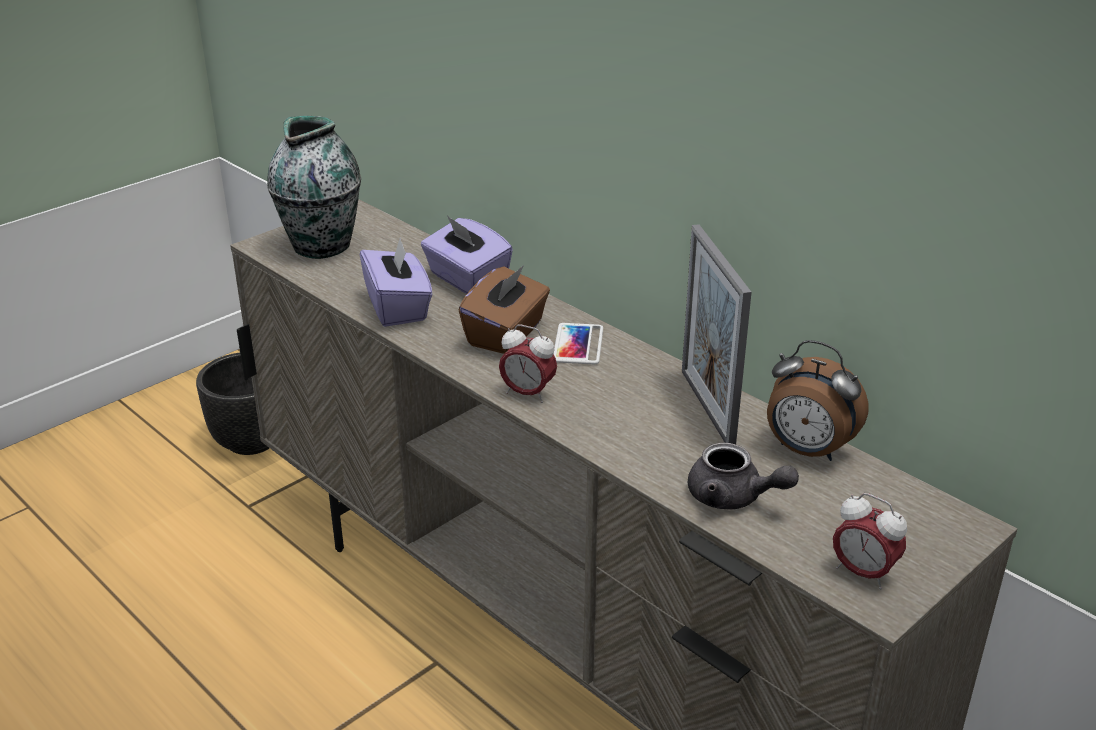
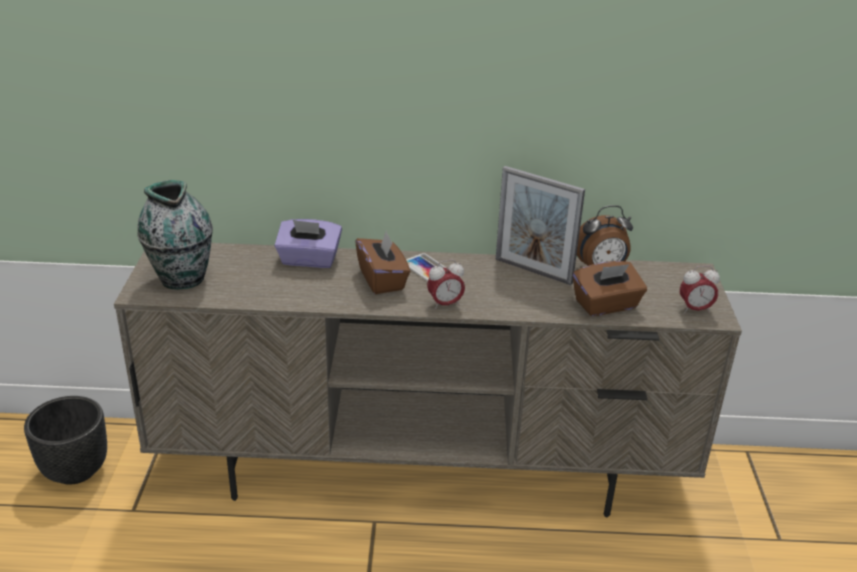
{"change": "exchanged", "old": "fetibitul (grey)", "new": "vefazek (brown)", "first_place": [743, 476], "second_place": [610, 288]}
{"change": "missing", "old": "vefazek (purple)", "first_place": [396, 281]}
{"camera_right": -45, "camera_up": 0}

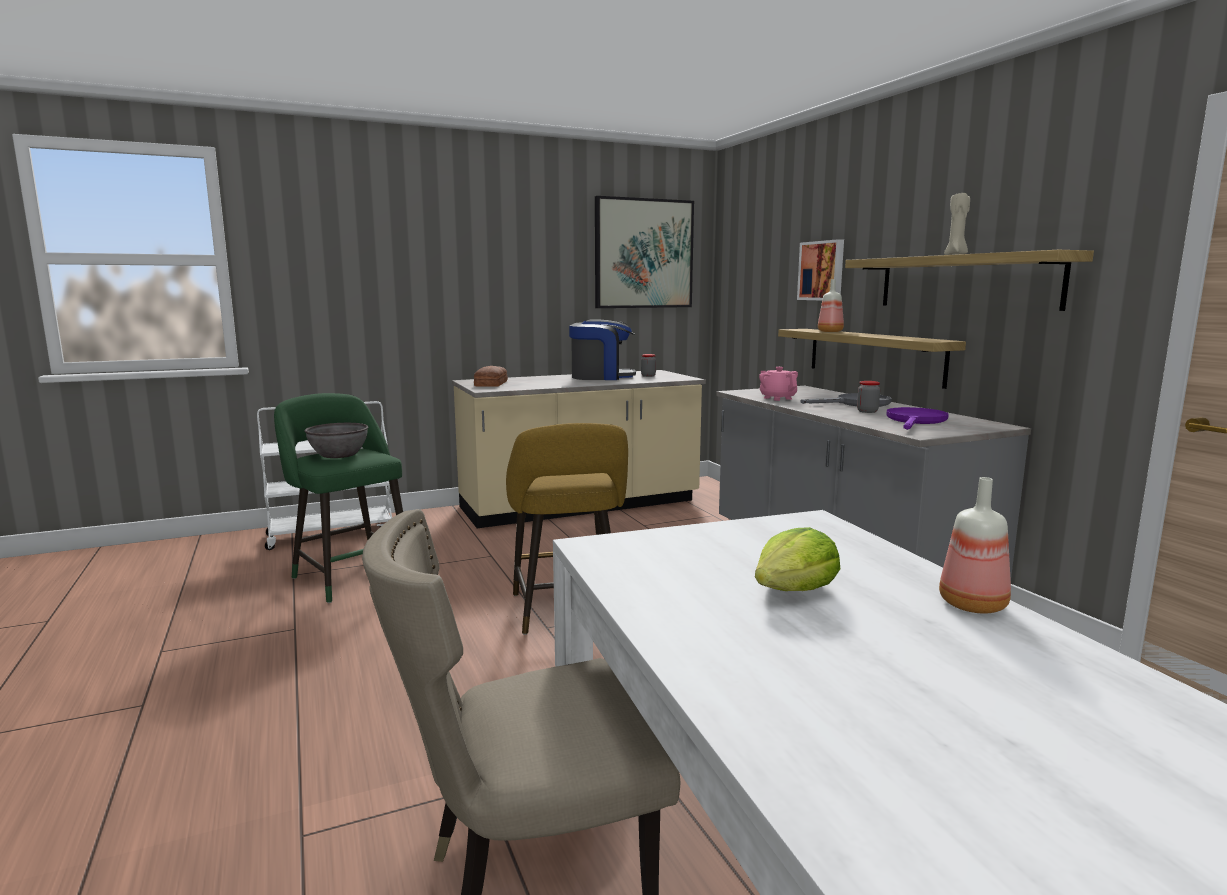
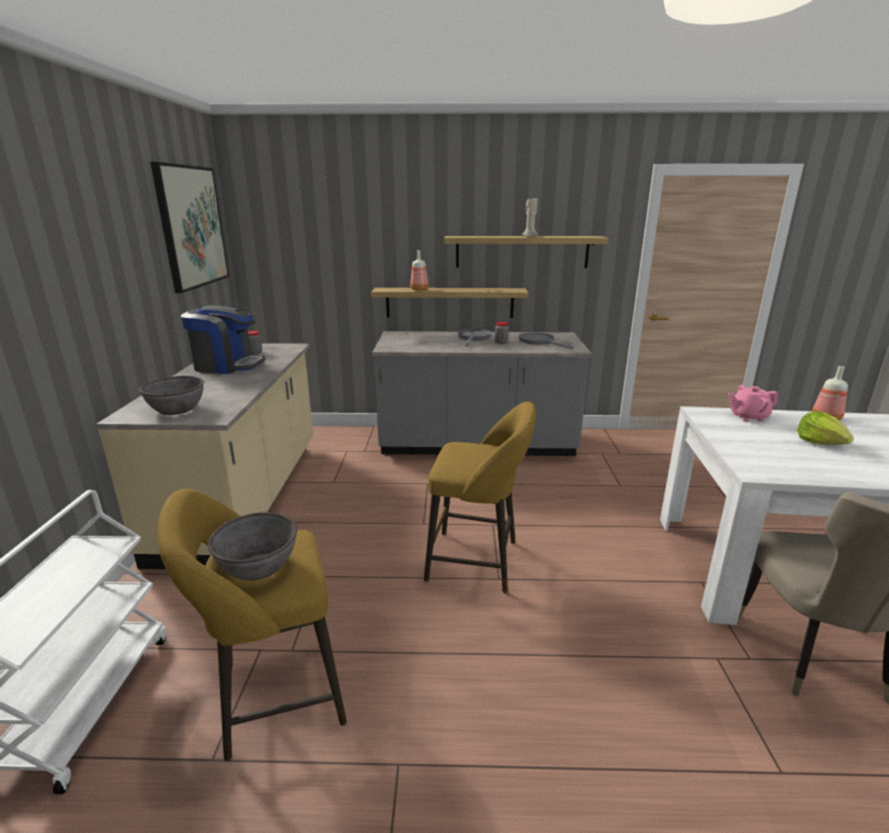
{"change": "exchanged", "old": "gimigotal", "new": "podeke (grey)", "first_place": [491, 376], "second_place": [171, 395]}
{"change": "colour", "old": "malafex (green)", "new": "malafex (yellow)", "first_place": [338, 498], "second_place": [252, 625]}
{"change": "spun", "old": "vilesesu", "first_place": [602, 349], "second_place": [223, 340], "degrees": 75}
{"change": "colour", "old": "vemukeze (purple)", "new": "vemukeze (grey)", "first_place": [918, 418], "second_place": [546, 340]}
{"change": "relocated", "old": "fetibitul (pink)", "first_place": [778, 384], "second_place": [753, 403]}
{"change": "missing", "old": "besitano", "first_place": [820, 270]}
{"camera_right": -65, "camera_up": 10}

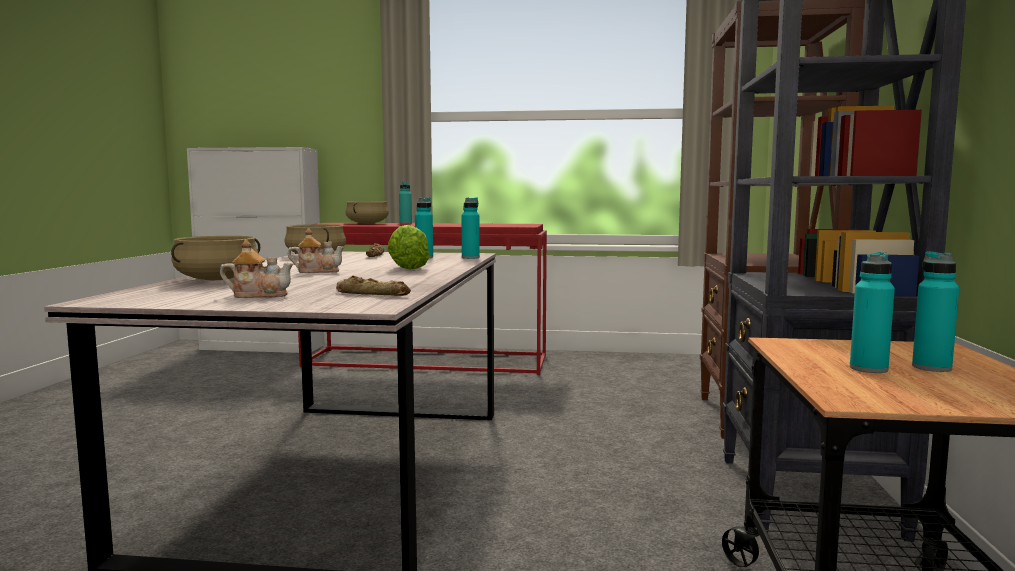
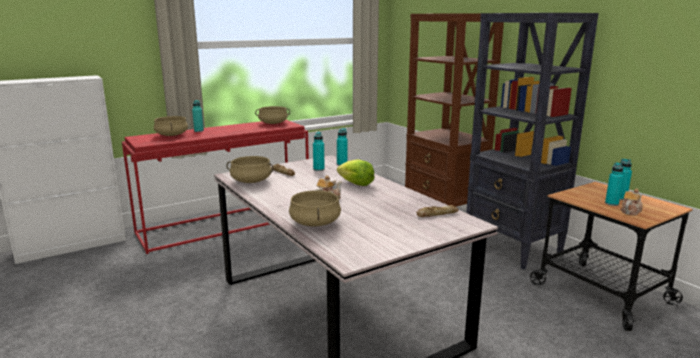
{"change": "appeared", "new": "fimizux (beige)", "second_place": [272, 115]}
{"change": "relocated", "old": "fetibitul", "first_place": [257, 269], "second_place": [631, 202]}
{"camera_right": -40, "camera_up": 10}

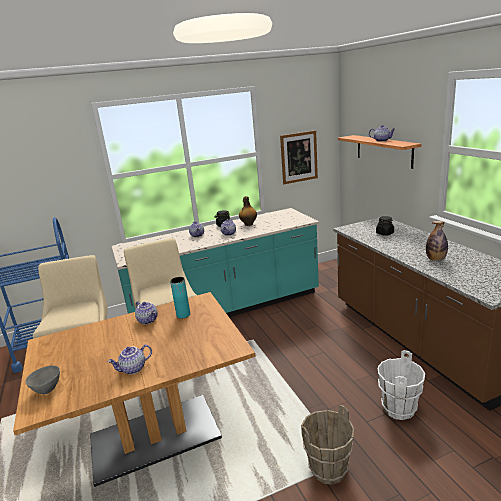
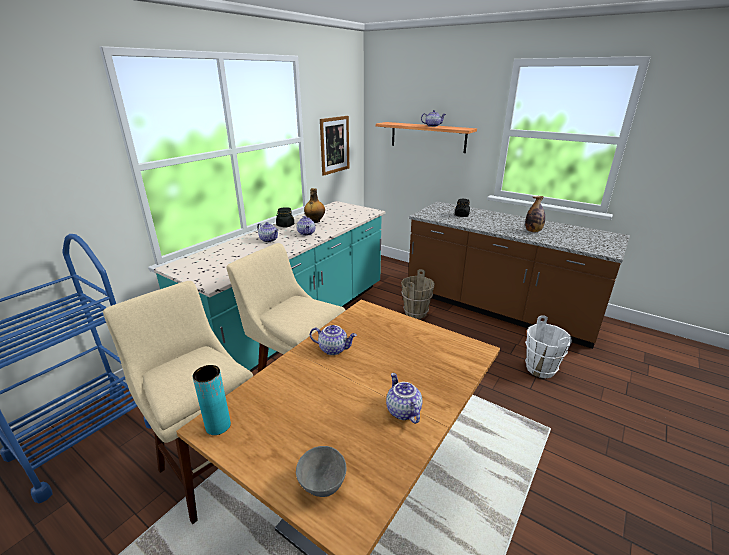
{"change": "relocated", "old": "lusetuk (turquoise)", "first_place": [180, 298], "second_place": [212, 400]}
{"change": "spun", "old": "fetibitul", "first_place": [130, 359], "second_place": [404, 398], "degrees": 135}
{"change": "relocated", "old": "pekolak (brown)", "first_place": [327, 445], "second_place": [418, 294]}
{"camera_right": -35, "camera_up": 5}

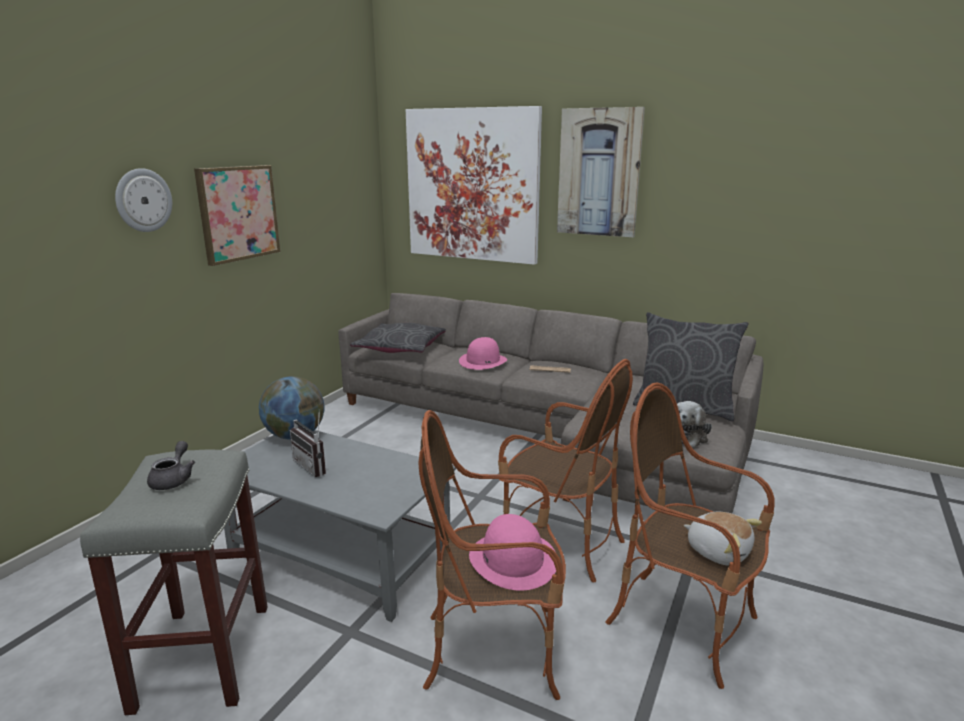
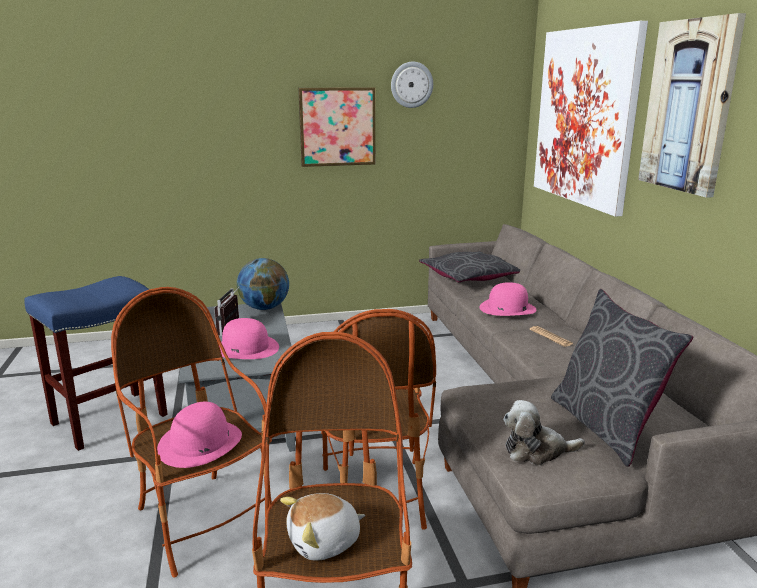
{"change": "colour", "old": "malafex (grey)", "new": "malafex (blue)", "first_place": [174, 582], "second_place": [96, 363]}
{"change": "appeared", "new": "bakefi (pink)", "second_place": [249, 338]}
{"change": "spun", "old": "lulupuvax", "first_place": [723, 539], "second_place": [322, 527], "degrees": 60}
{"change": "relocated", "old": "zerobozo", "first_place": [143, 200], "second_place": [412, 85]}
{"change": "missing", "old": "fetibitul (grey)", "first_place": [171, 465]}
{"camera_right": 50, "camera_up": 0}

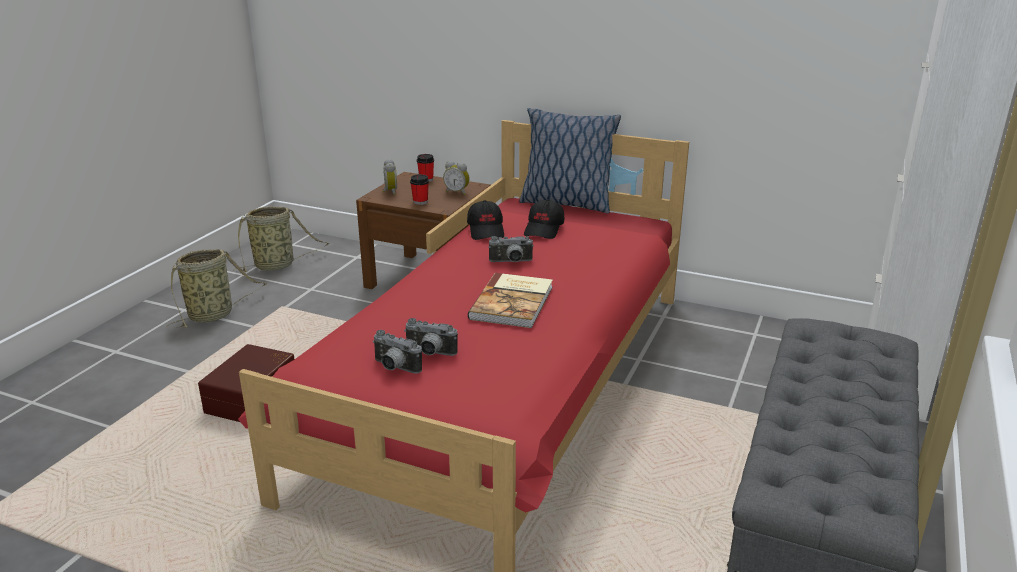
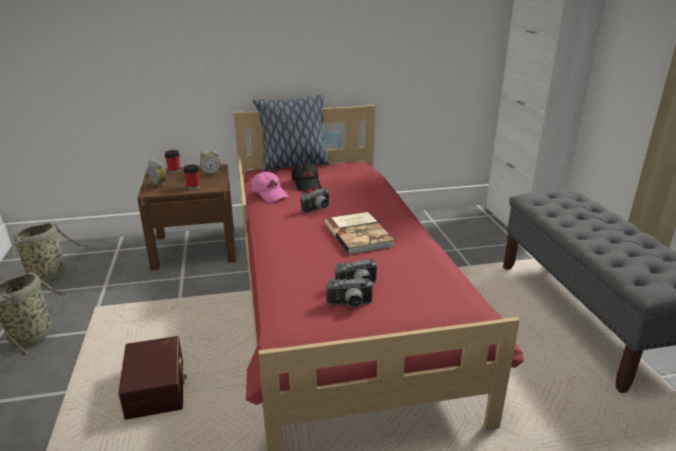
{"change": "colour", "old": "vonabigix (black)", "new": "vonabigix (pink)", "first_place": [485, 220], "second_place": [269, 187]}
{"camera_right": -35, "camera_up": 0}

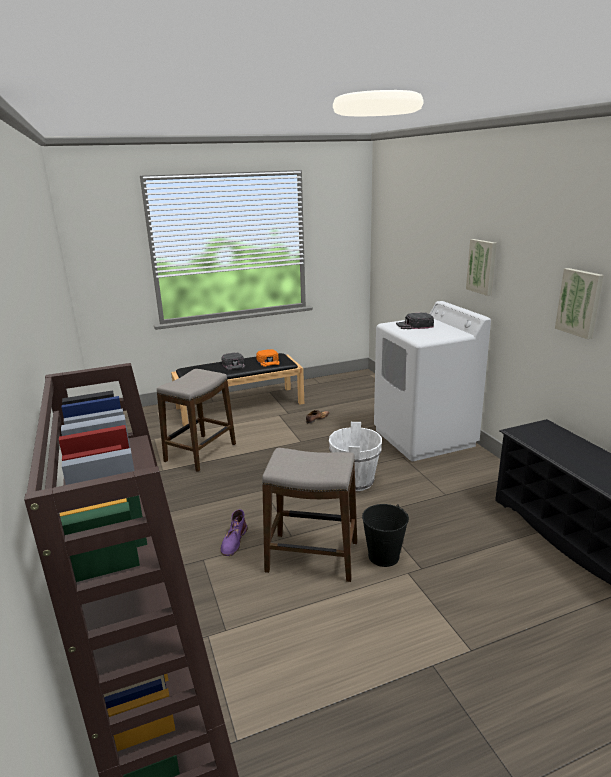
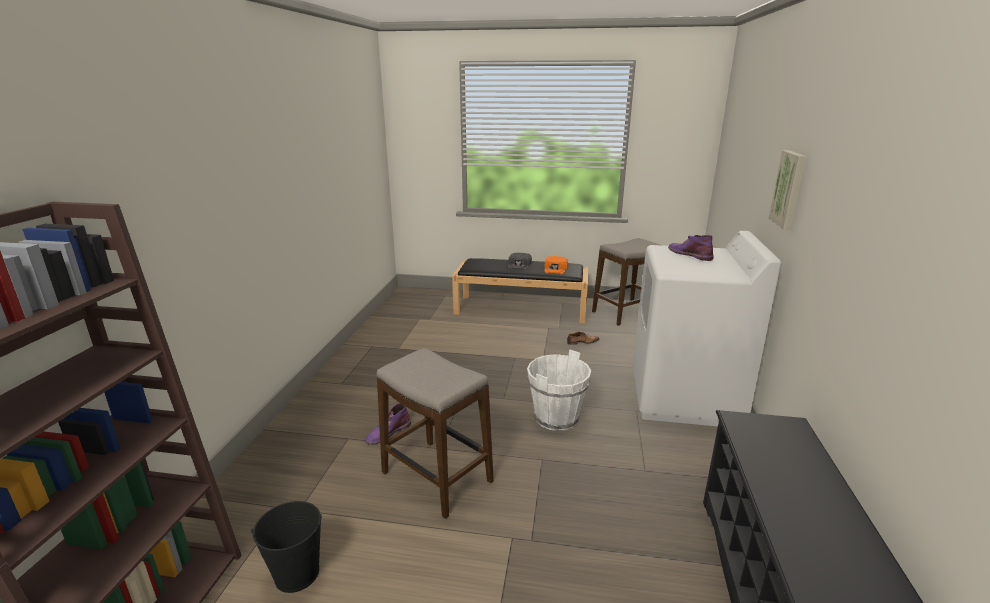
{"change": "relocated", "old": "pekolak (black)", "first_place": [385, 535], "second_place": [286, 547]}
{"change": "relocated", "old": "malafex", "first_place": [196, 420], "second_place": [626, 282]}
{"change": "exchanged", "old": "vonabigix (black)", "new": "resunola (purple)", "first_place": [415, 321], "second_place": [691, 248]}
{"change": "missing", "old": "besitano", "first_place": [579, 303]}
{"camera_right": 30, "camera_up": 0}

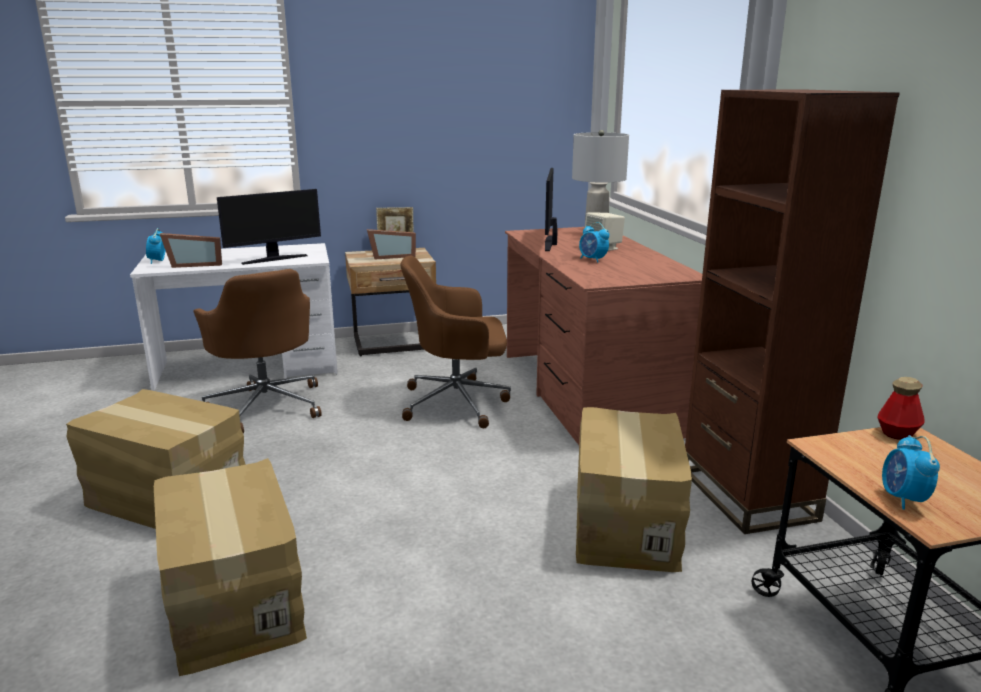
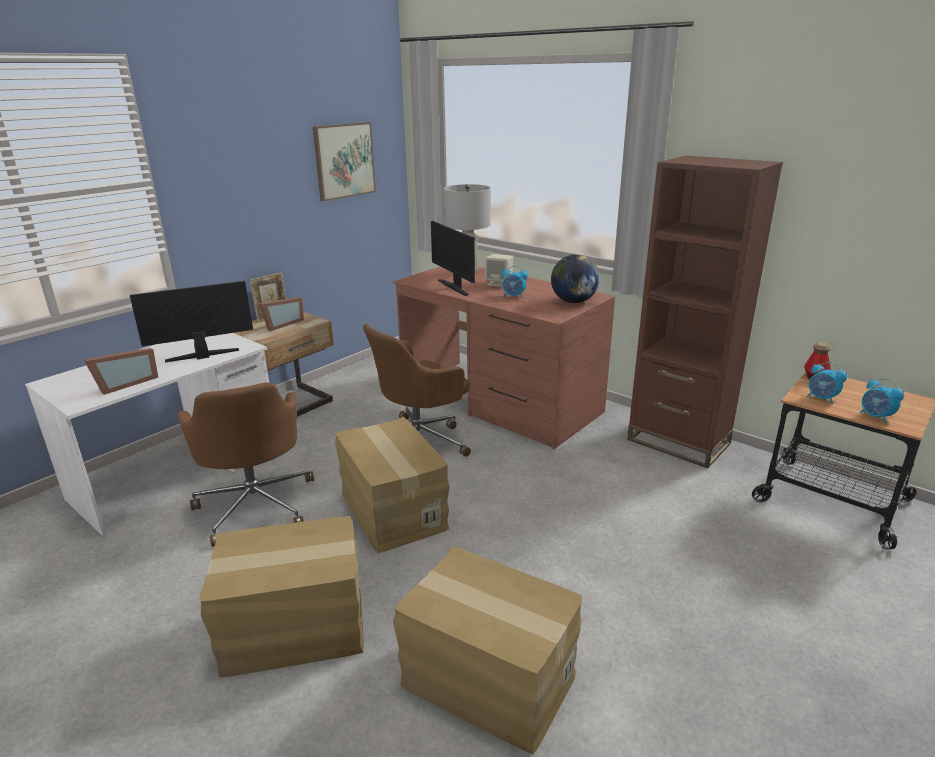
{"change": "spun", "old": "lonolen", "first_place": [269, 227], "second_place": [191, 321], "degrees": -135}
{"change": "spun", "old": "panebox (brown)", "first_place": [257, 351], "second_place": [246, 464], "degrees": 45}
{"change": "appeared", "new": "besitano", "second_place": [344, 161]}
{"change": "relocated", "old": "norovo", "first_place": [634, 489], "second_place": [392, 485]}
{"change": "appeared", "new": "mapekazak", "second_place": [575, 278]}
{"change": "relocated", "old": "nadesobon", "first_place": [156, 246], "second_place": [827, 383]}
{"camera_right": -35, "camera_up": 5}

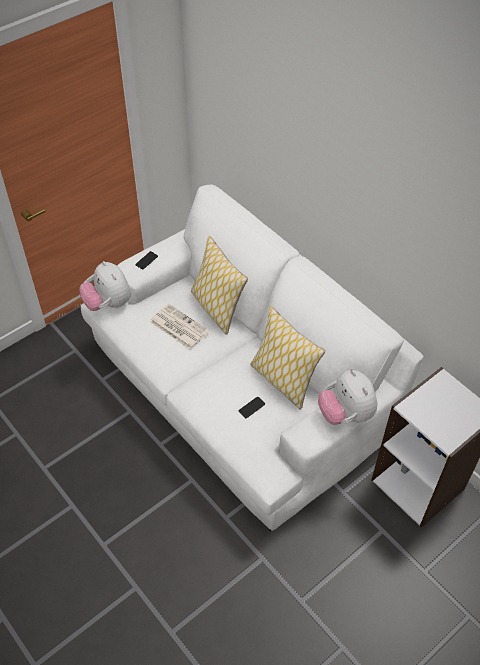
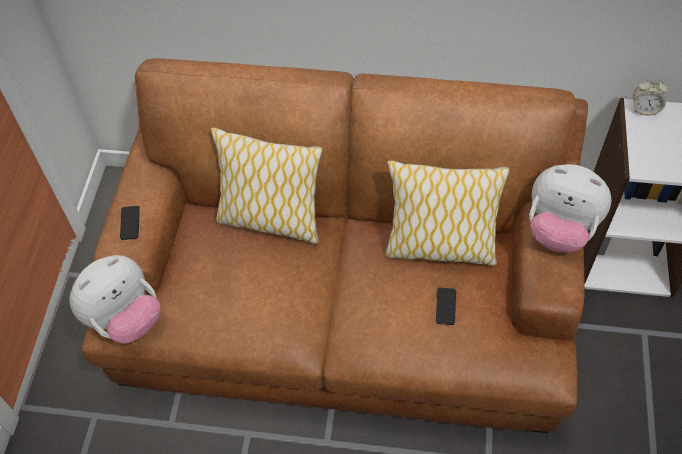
{"change": "spun", "old": "lulupuvax", "first_place": [105, 286], "second_place": [115, 299], "degrees": -60}
{"change": "colour", "old": "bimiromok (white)", "new": "bimiromok (brown)", "first_place": [252, 358], "second_place": [335, 245]}
{"change": "appeared", "new": "nadesobon", "second_place": [650, 97]}
{"change": "missing", "old": "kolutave", "first_place": [179, 326]}
{"camera_right": -40, "camera_up": 5}

